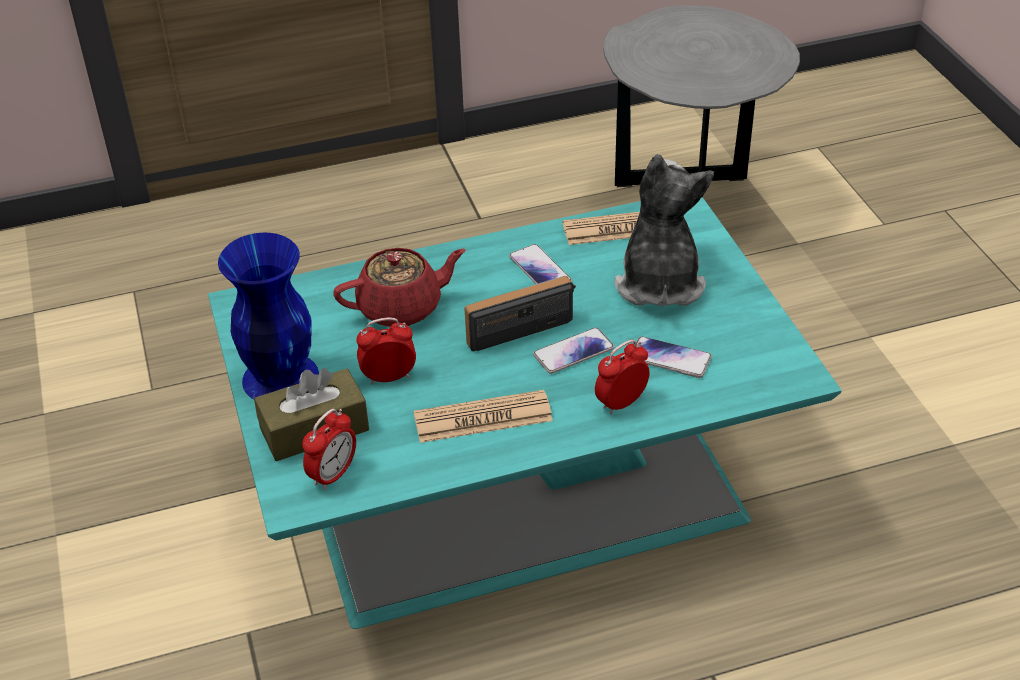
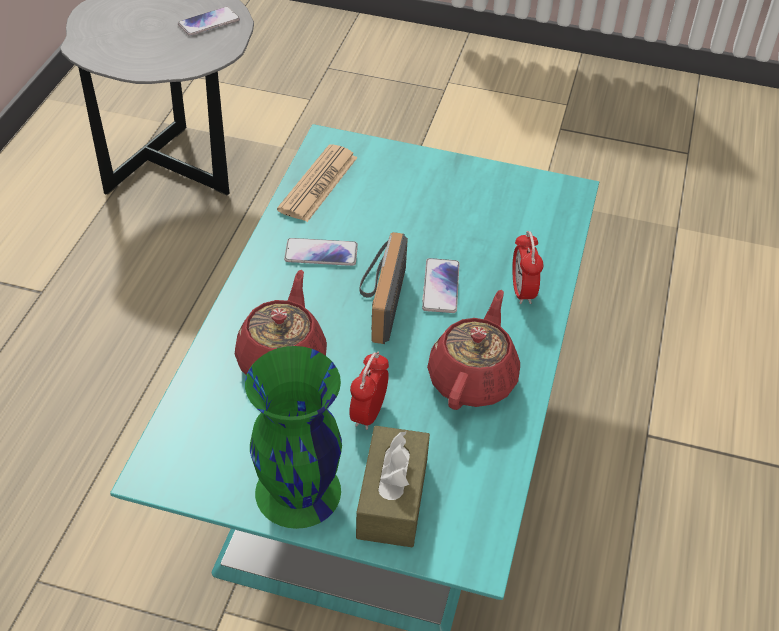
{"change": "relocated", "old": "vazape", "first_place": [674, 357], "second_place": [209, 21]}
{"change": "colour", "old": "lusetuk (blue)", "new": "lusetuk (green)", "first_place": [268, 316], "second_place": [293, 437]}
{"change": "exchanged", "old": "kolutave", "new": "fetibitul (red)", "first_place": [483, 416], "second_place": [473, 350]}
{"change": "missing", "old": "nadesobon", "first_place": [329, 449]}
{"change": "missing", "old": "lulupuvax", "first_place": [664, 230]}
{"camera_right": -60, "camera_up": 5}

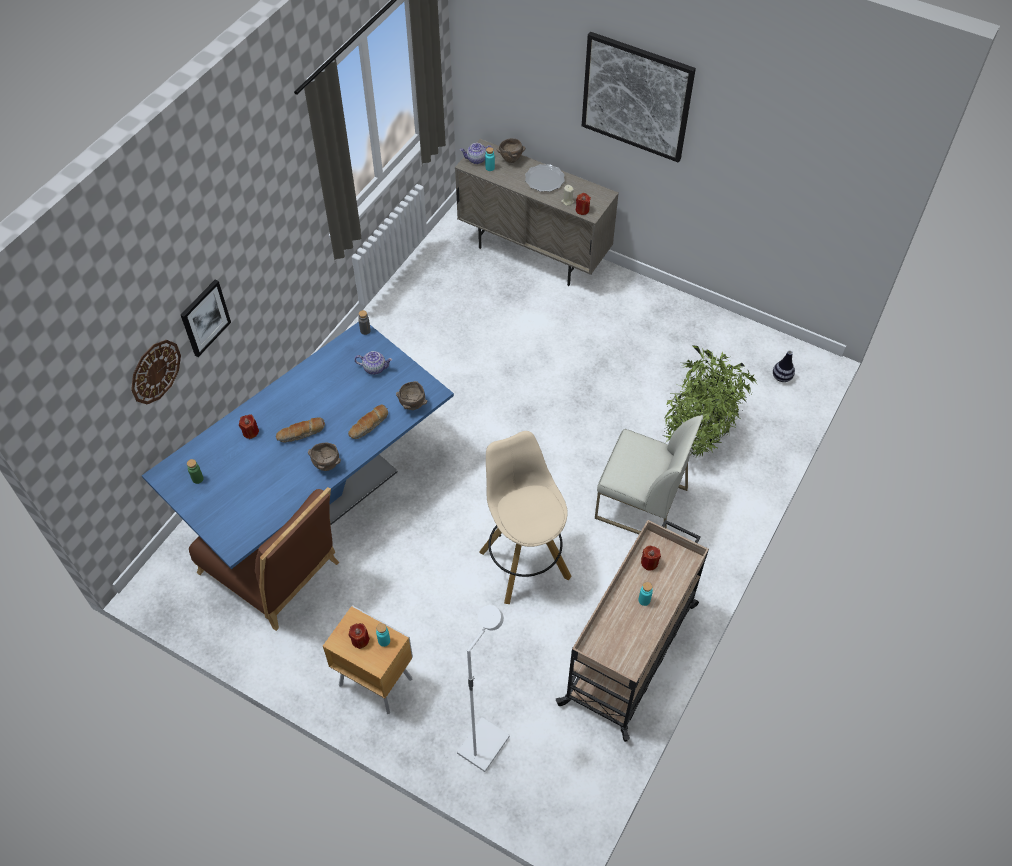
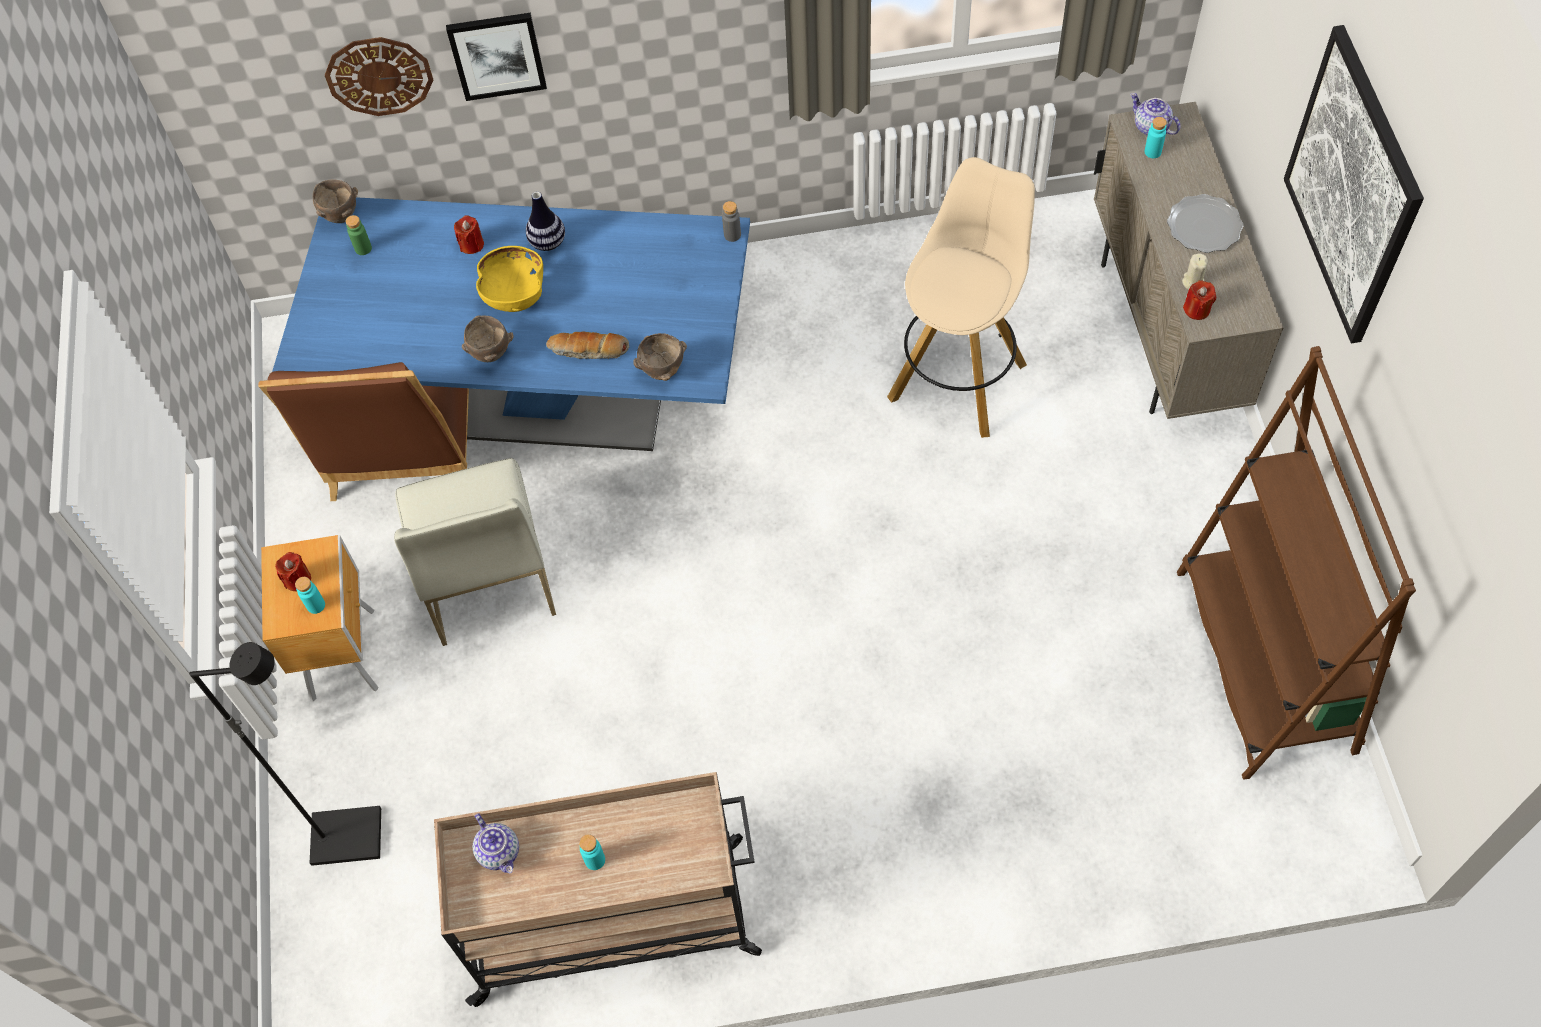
{"change": "colour", "old": "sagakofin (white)", "new": "sagakofin (black)", "first_place": [483, 688], "second_place": [285, 754]}
{"change": "relocated", "old": "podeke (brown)", "first_place": [511, 150], "second_place": [335, 201]}
{"change": "relocated", "old": "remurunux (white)", "first_place": [649, 475], "second_place": [475, 552]}
{"change": "relocated", "old": "fetibitul", "first_place": [373, 363], "second_place": [496, 843]}
{"change": "exchanged", "old": "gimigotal", "new": "podeke (yellow)", "first_place": [300, 430], "second_place": [509, 279]}
{"change": "relocated", "old": "lusetuk", "first_place": [784, 366], "second_place": [545, 221]}
{"change": "relocated", "old": "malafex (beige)", "first_place": [525, 517], "second_place": [961, 297]}
{"change": "appeared", "new": "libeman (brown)", "second_place": [1296, 562]}
{"change": "missing", "old": "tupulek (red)", "first_place": [651, 558]}
{"change": "missing", "old": "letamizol", "first_place": [710, 401]}
{"camera_right": 55, "camera_up": 5}

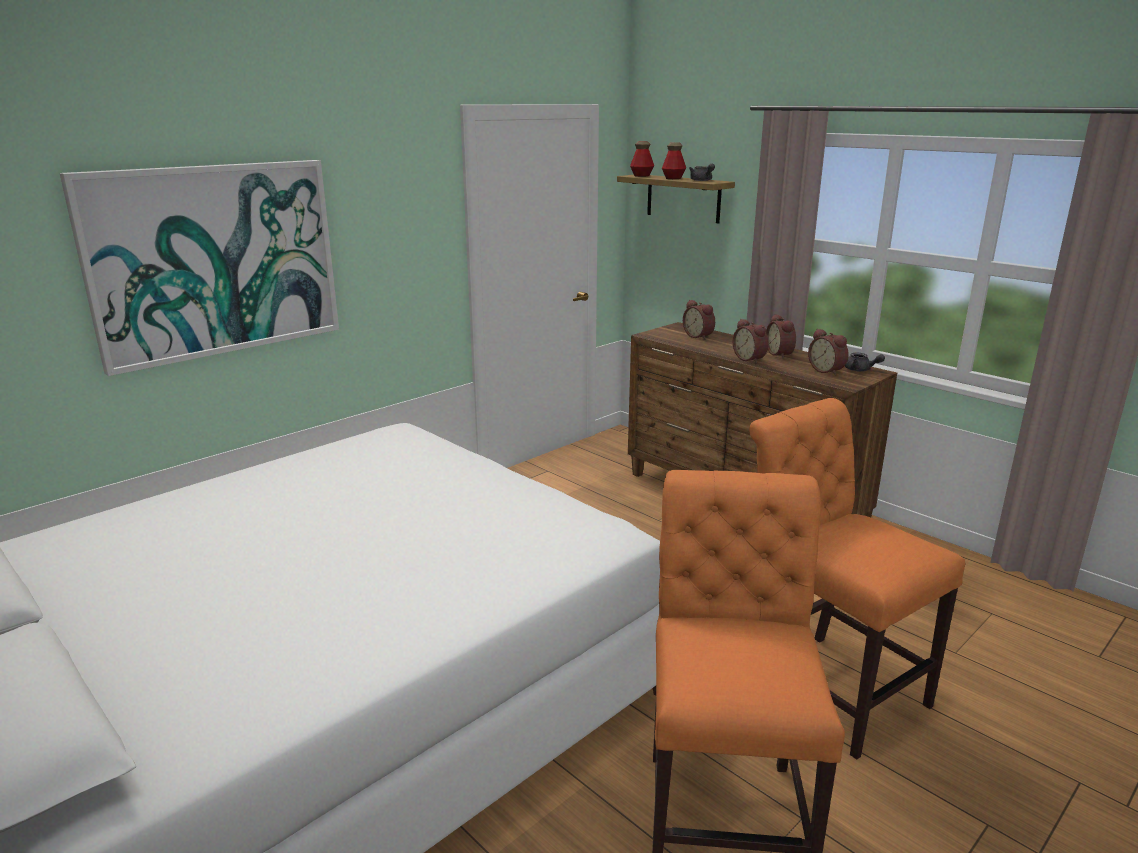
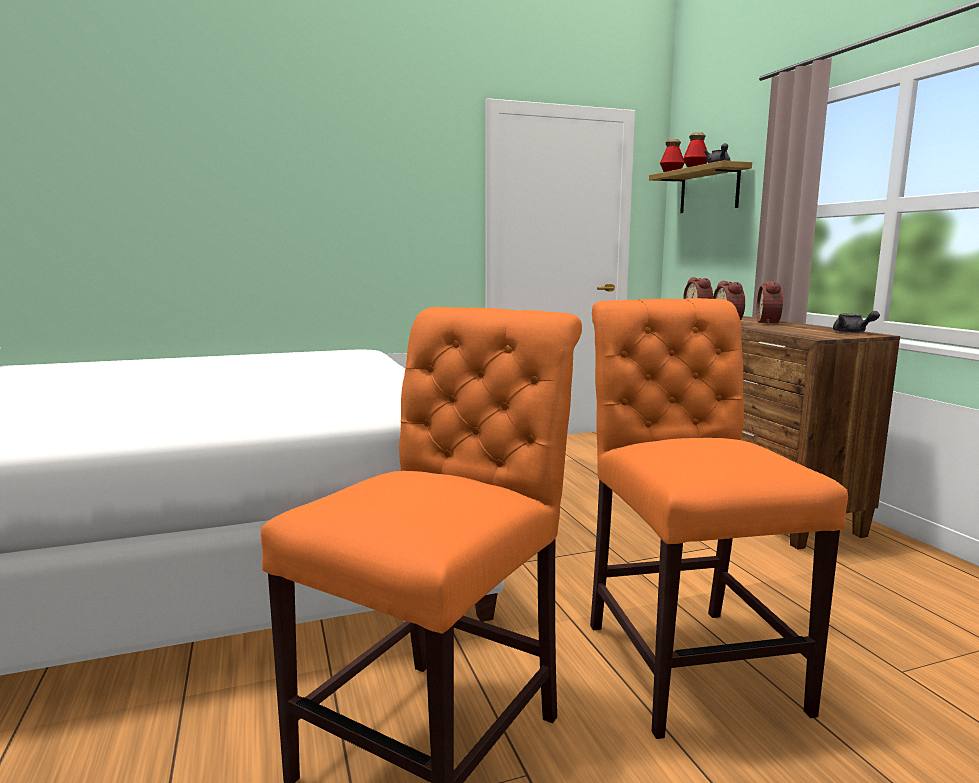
{"change": "missing", "old": "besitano", "first_place": [199, 268]}
{"change": "missing", "old": "nadesobon", "first_place": [828, 352]}
{"camera_right": 25, "camera_up": -10}

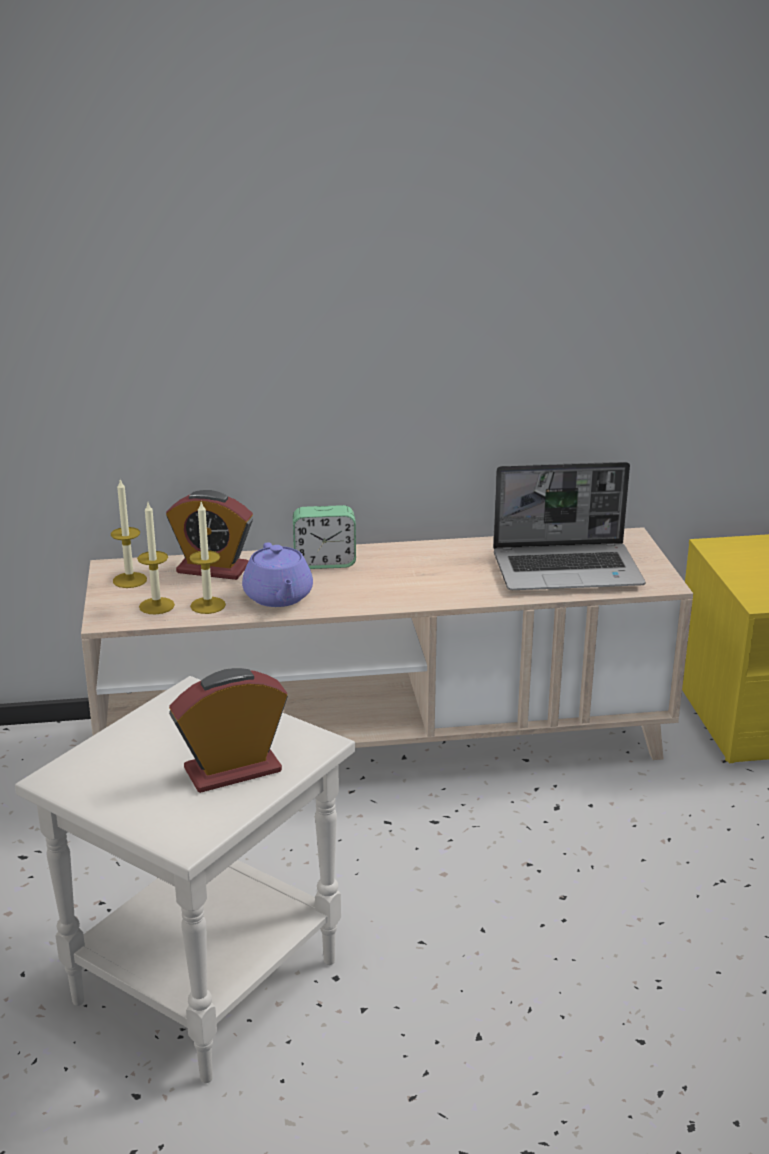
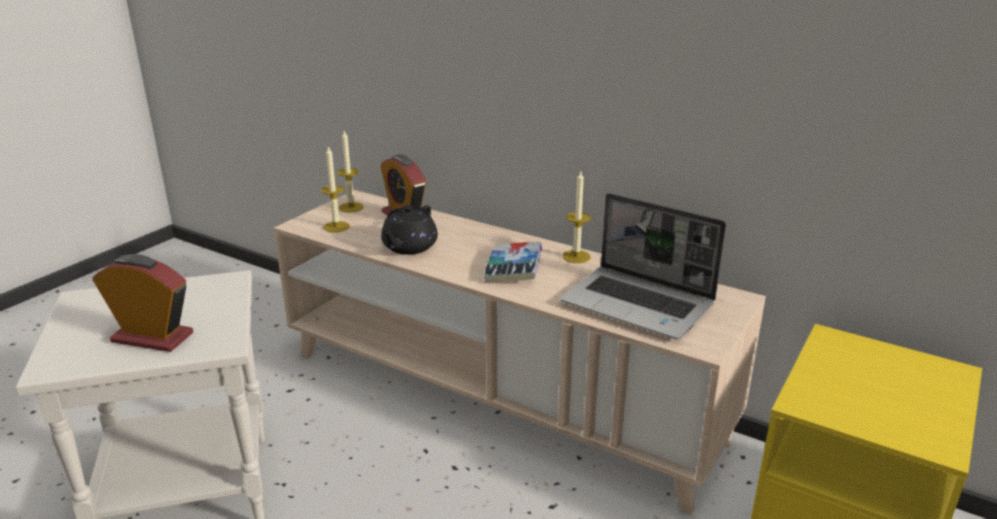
{"change": "colour", "old": "fetibitul (purple)", "new": "fetibitul (black)", "first_place": [277, 574], "second_place": [409, 230]}
{"change": "appeared", "new": "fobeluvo", "second_place": [513, 262]}
{"change": "relocated", "old": "tupulek", "first_place": [208, 558], "second_place": [576, 217]}
{"change": "missing", "old": "nadesobon", "first_place": [324, 537]}
{"camera_right": 40, "camera_up": 0}

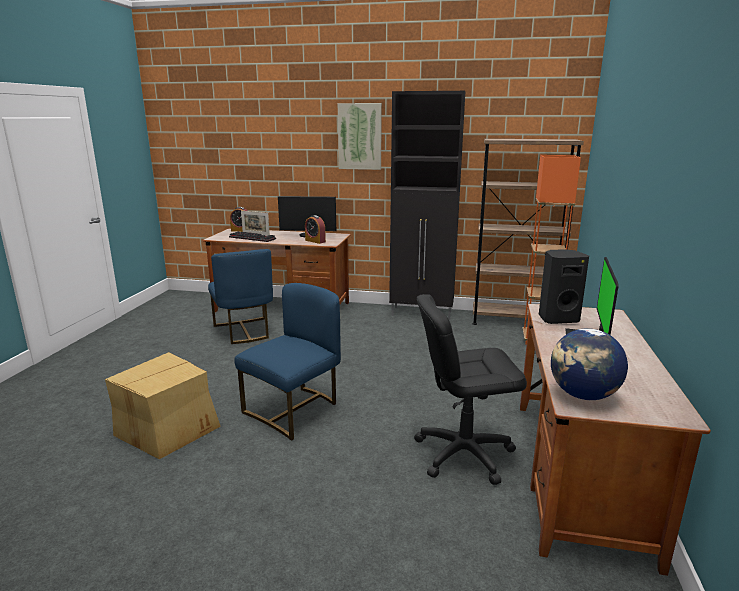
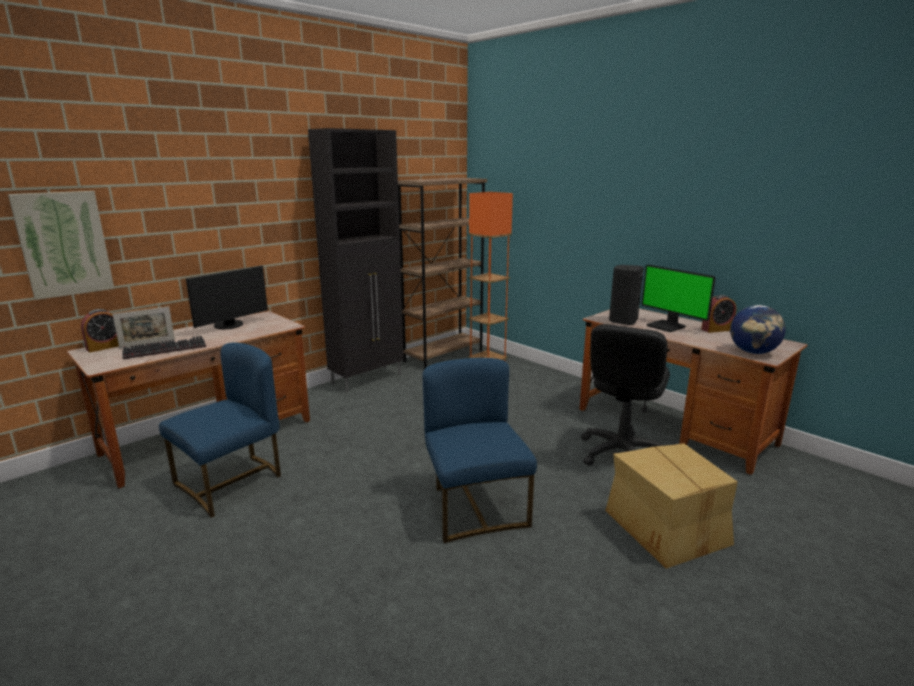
{"change": "relocated", "old": "besitano", "first_place": [360, 136], "second_place": [61, 245]}
{"change": "spun", "old": "remurunux (blue)", "first_place": [240, 296], "second_place": [220, 430], "degrees": -60}
{"change": "relocated", "old": "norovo", "first_place": [163, 405], "second_place": [671, 506]}
{"change": "relocated", "old": "nadesobon", "first_place": [315, 229], "second_place": [718, 314]}
{"camera_right": -55, "camera_up": 0}

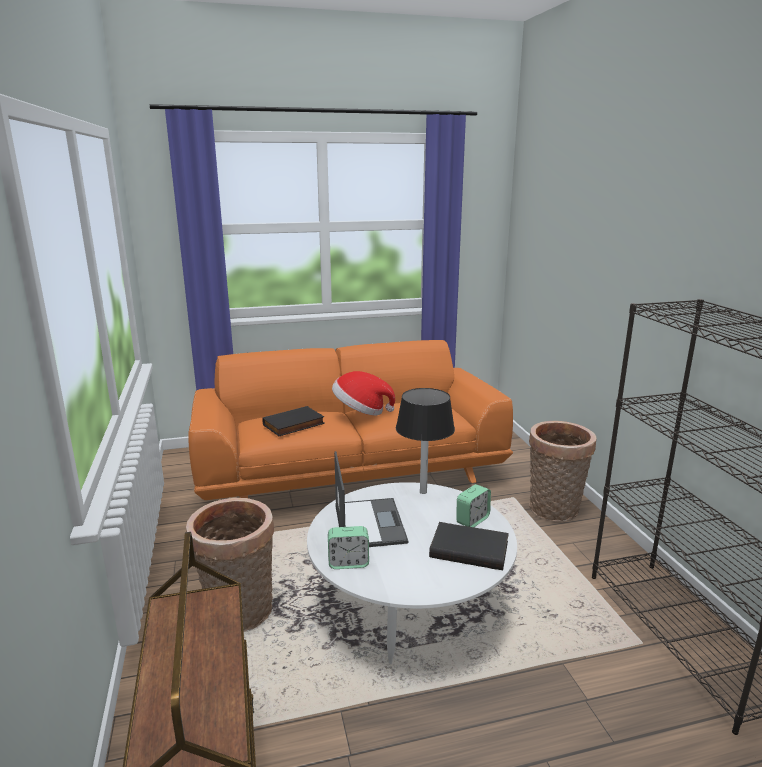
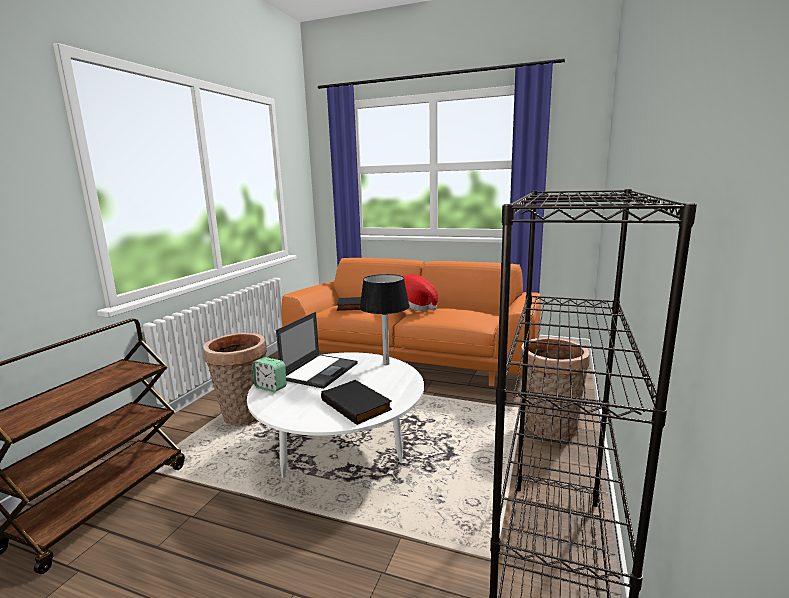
{"change": "missing", "old": "nadesobon", "first_place": [473, 505]}
{"camera_right": 35, "camera_up": -5}

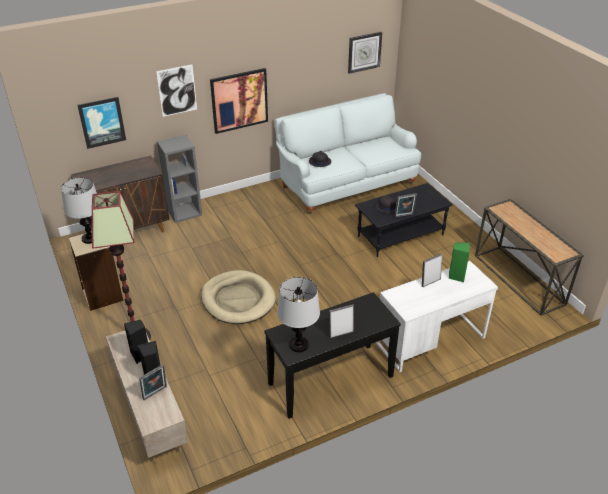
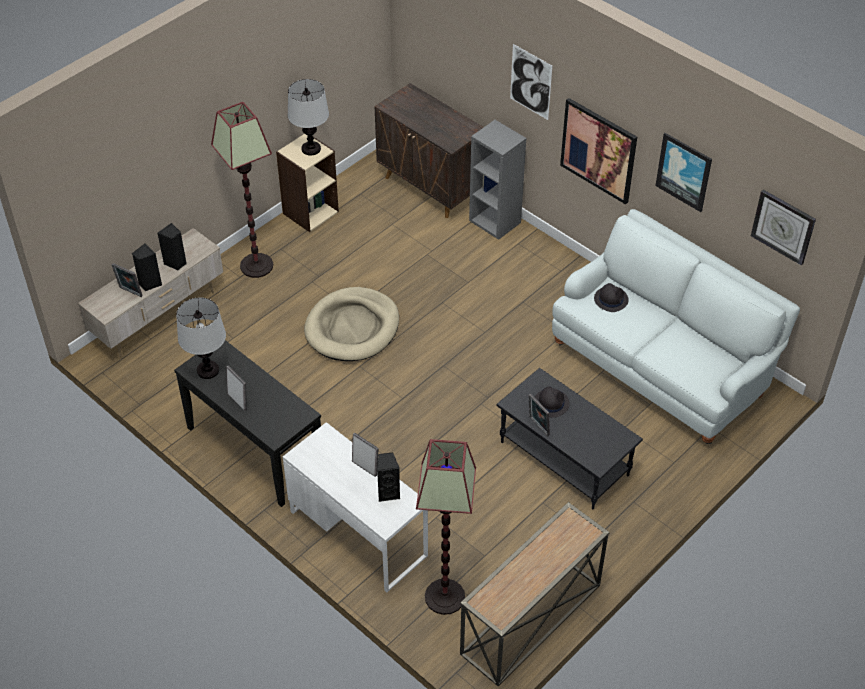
{"change": "colour", "old": "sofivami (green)", "new": "sofivami (black)", "first_place": [459, 262], "second_place": [388, 477]}
{"change": "appeared", "new": "sagakofin", "second_place": [446, 527]}
{"change": "relocated", "old": "besitano", "first_place": [101, 123], "second_place": [683, 172]}
{"camera_right": 70, "camera_up": 10}

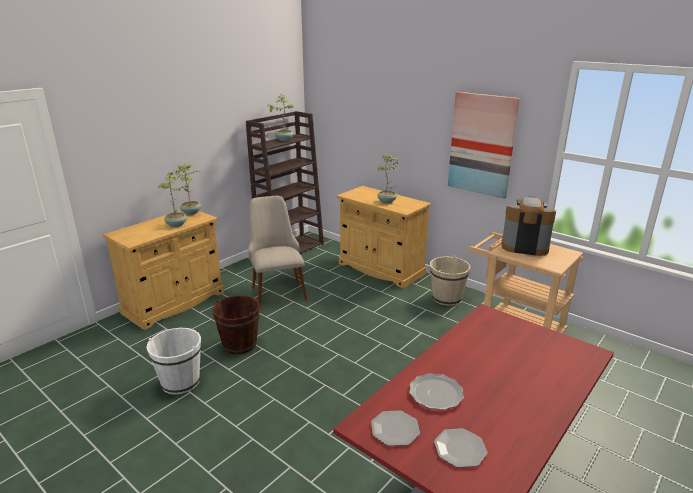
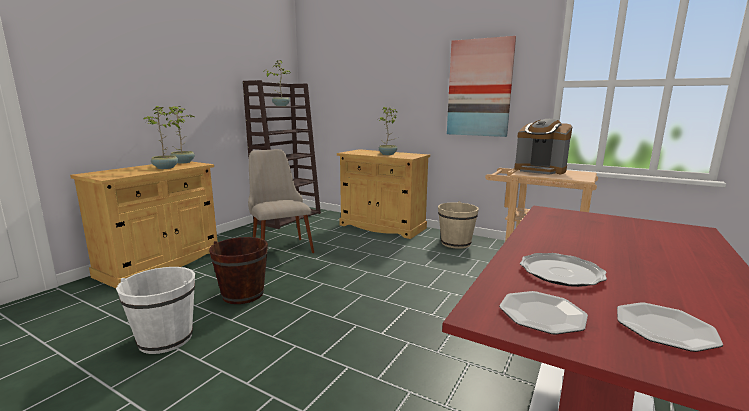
{"change": "spun", "old": "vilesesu", "first_place": [529, 226], "second_place": [543, 147], "degrees": -150}
{"camera_right": -10, "camera_up": -10}

